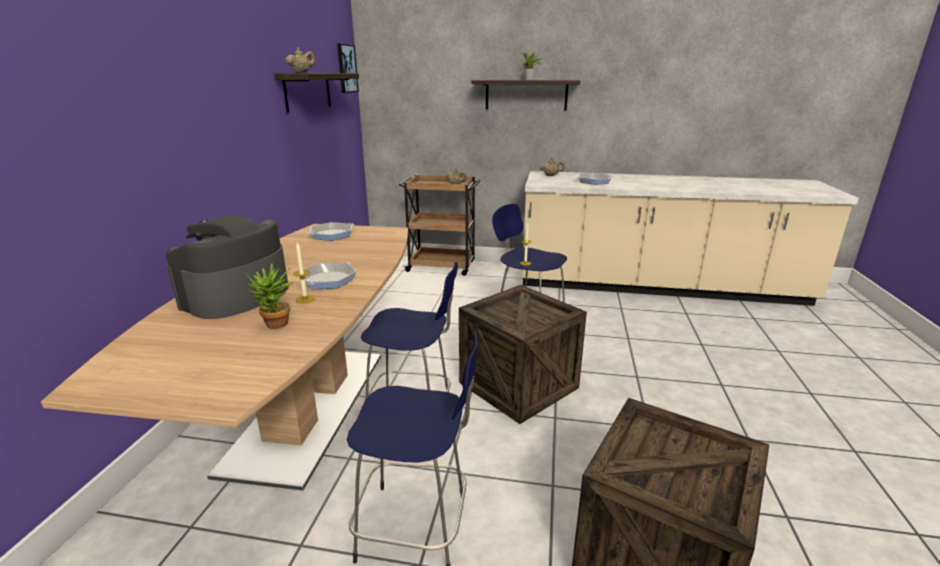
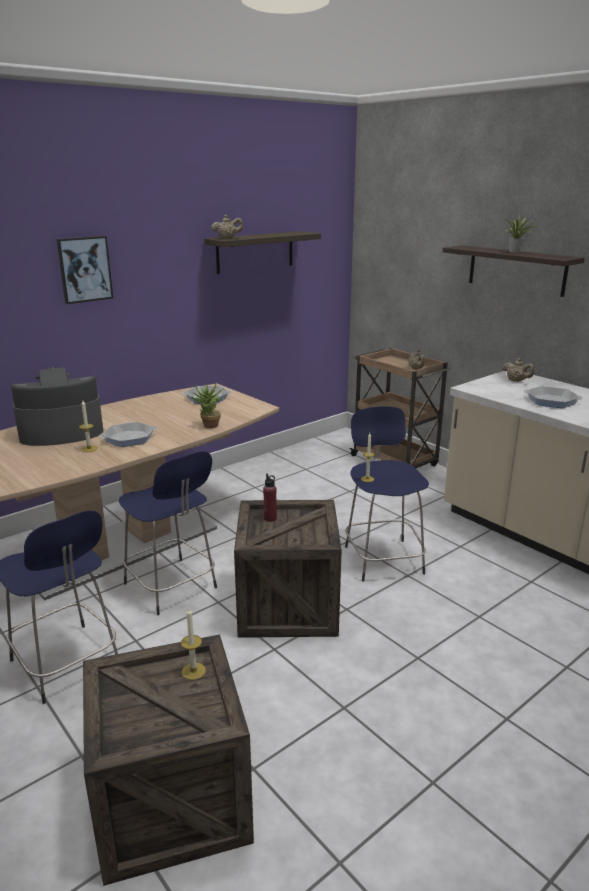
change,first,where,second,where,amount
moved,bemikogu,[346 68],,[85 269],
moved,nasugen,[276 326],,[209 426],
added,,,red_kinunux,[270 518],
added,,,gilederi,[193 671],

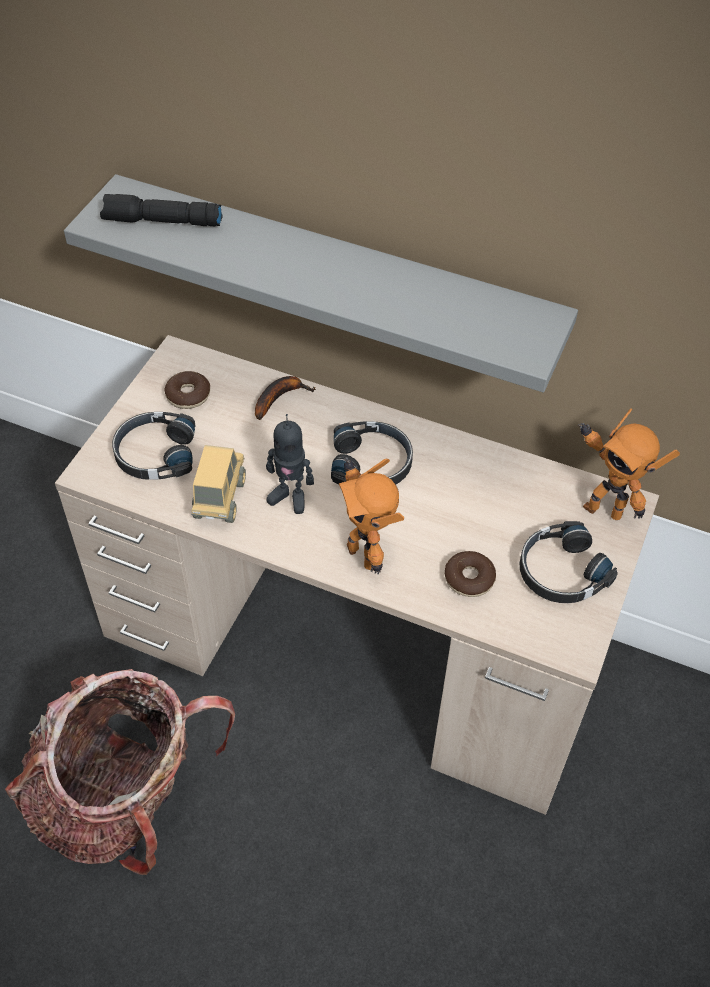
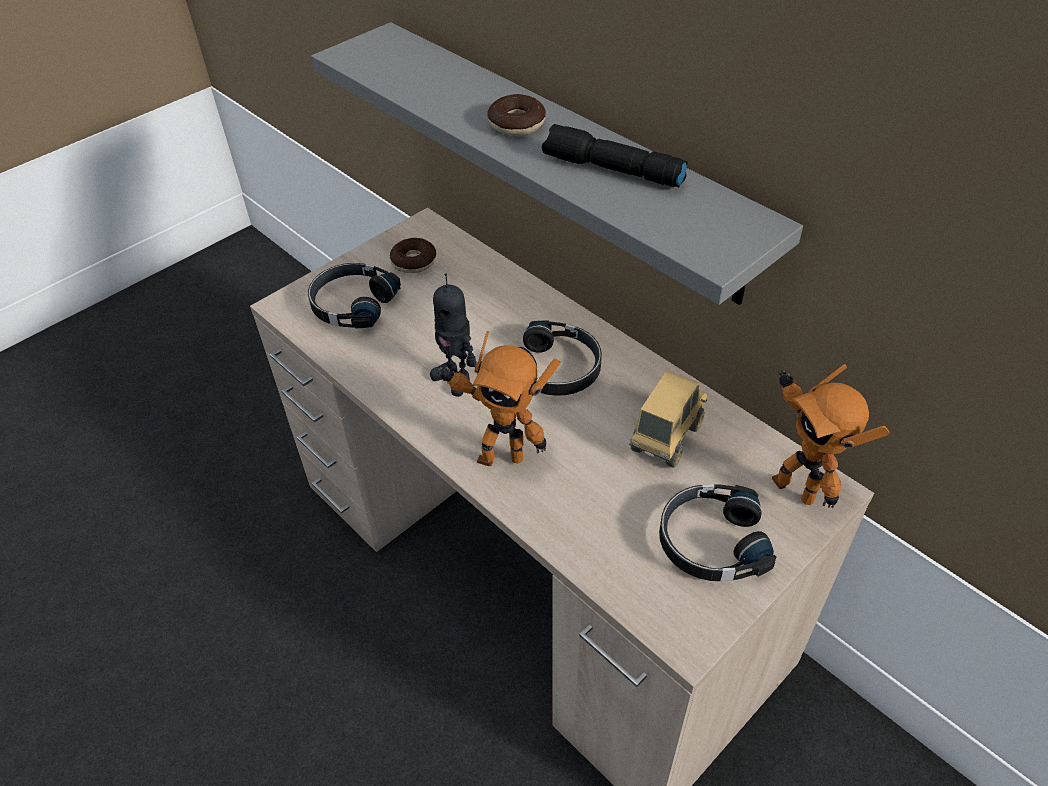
change,first,where,second,where,amount
moved,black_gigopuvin,[161 222],,[611 170],
removed,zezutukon,[279 398],,,
moved,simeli,[220 499],,[666 438],
turned,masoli,[365 554],,[500 455],75 degrees counterclockwise
moved,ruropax,[469 579],,[516 124],
removed,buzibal,[125 800],,,

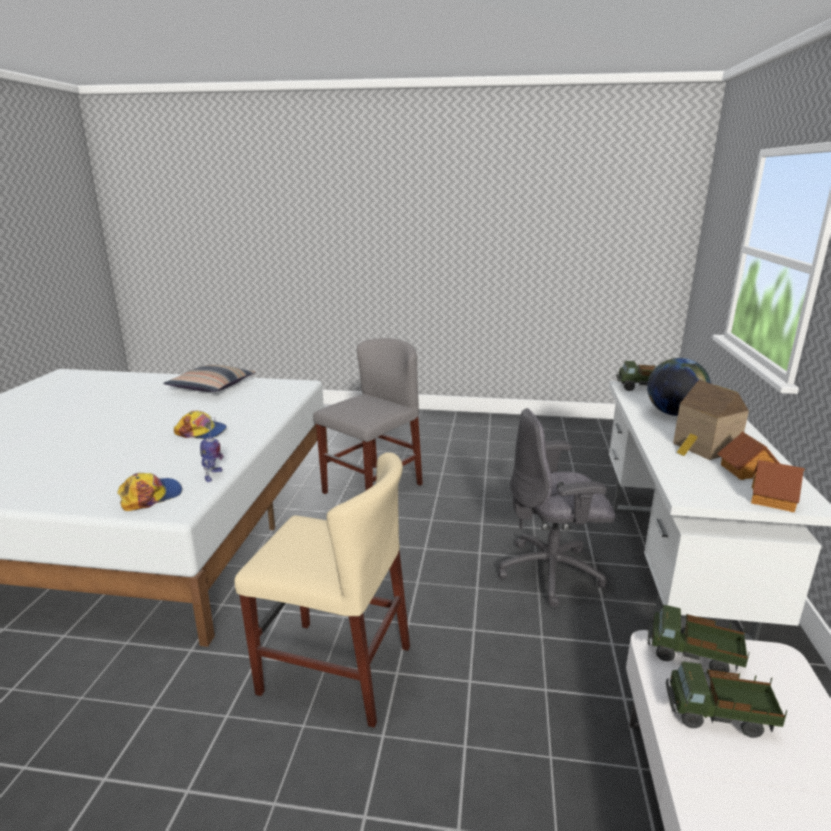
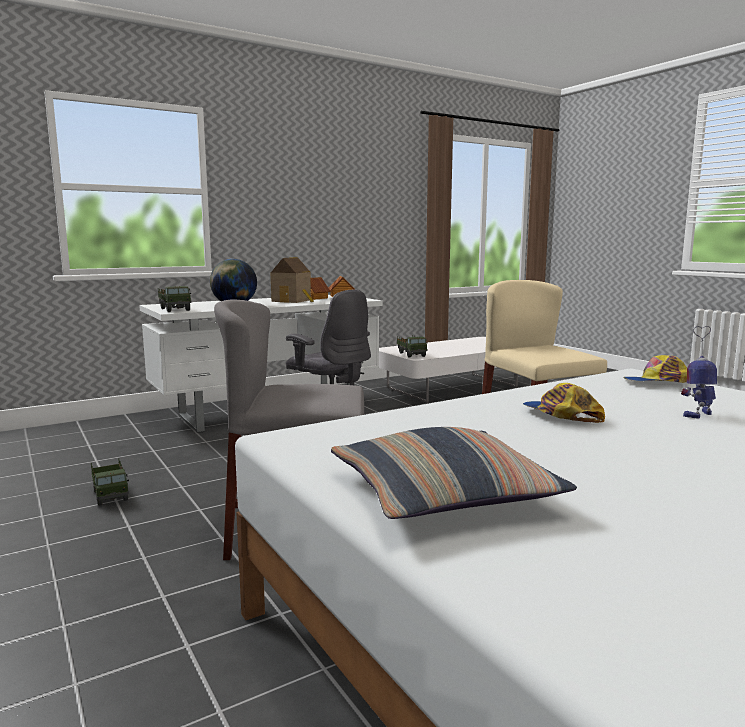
change,first,where,second,where,amount
moved,masoli,[213 475],,[698 414],
moved,simeli,[719 717],,[111 494],

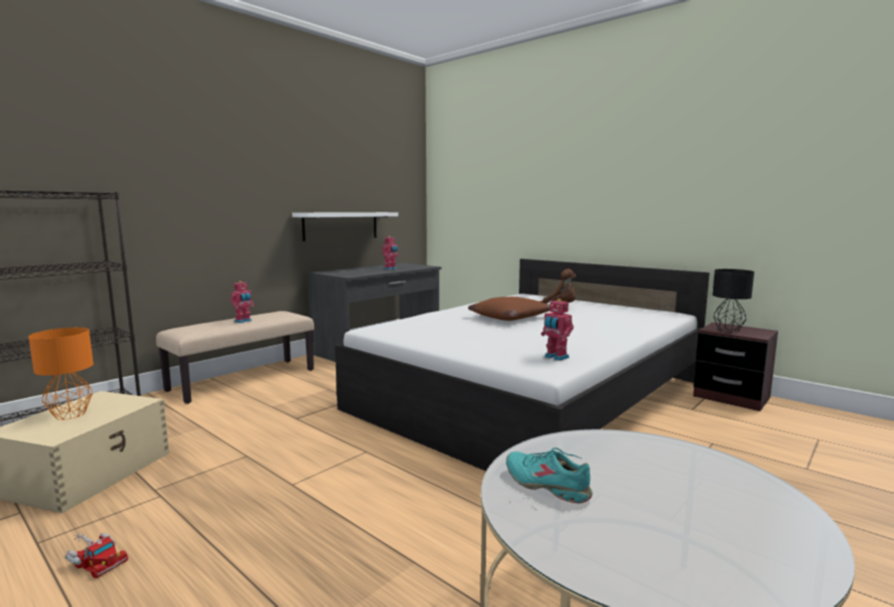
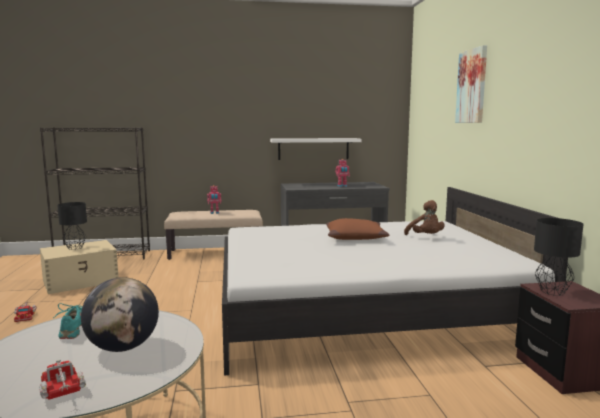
change,first,where,second,where,amount
removed,masoli,[555 357],,,
recoloured,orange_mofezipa,[69 415],black_mofezipa,[74 248],
added,,,bemikogu,[472 86],
added,,,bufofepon,[123 347],
added,,,simeli,[62 391],

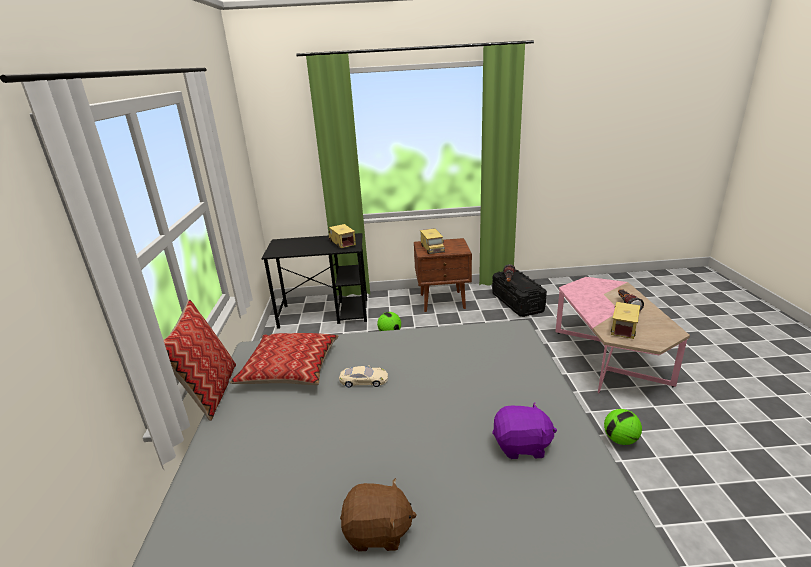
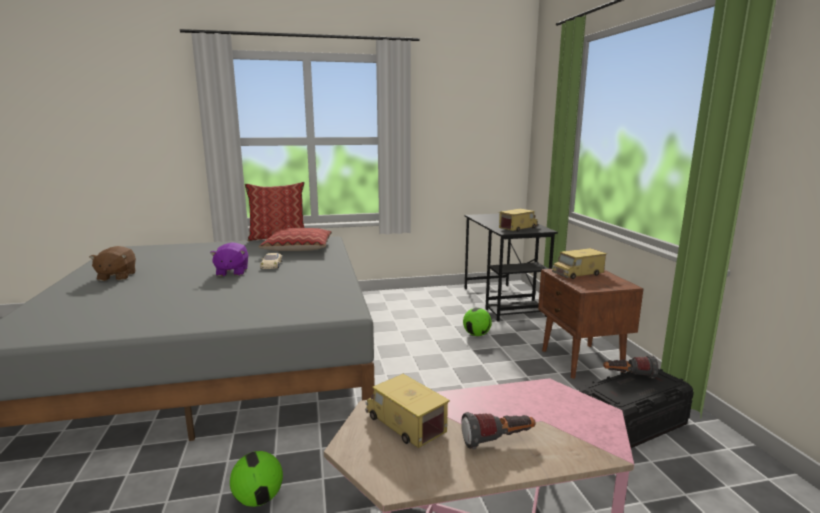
change,first,where,second,where,amount
turned,simeli,[623 327],,[405 424],150 degrees counterclockwise
moved,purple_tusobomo,[522 446],,[232 272],

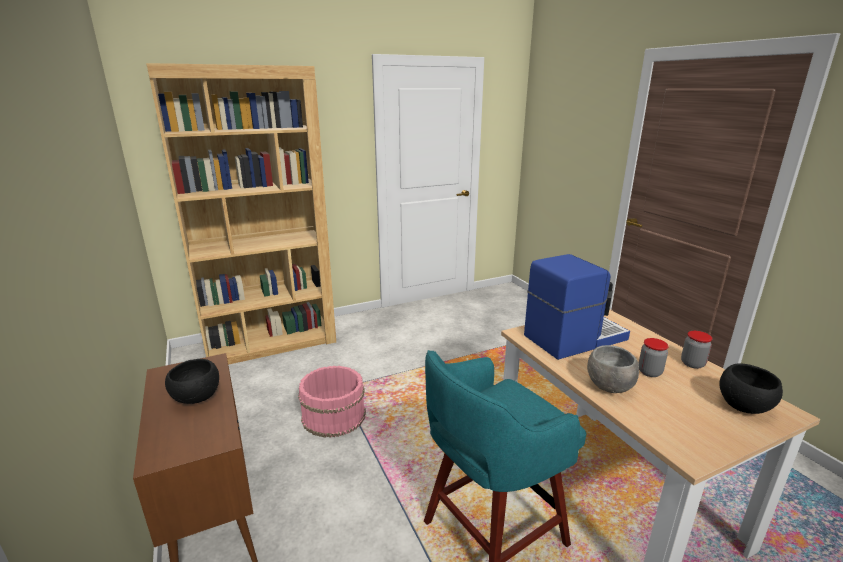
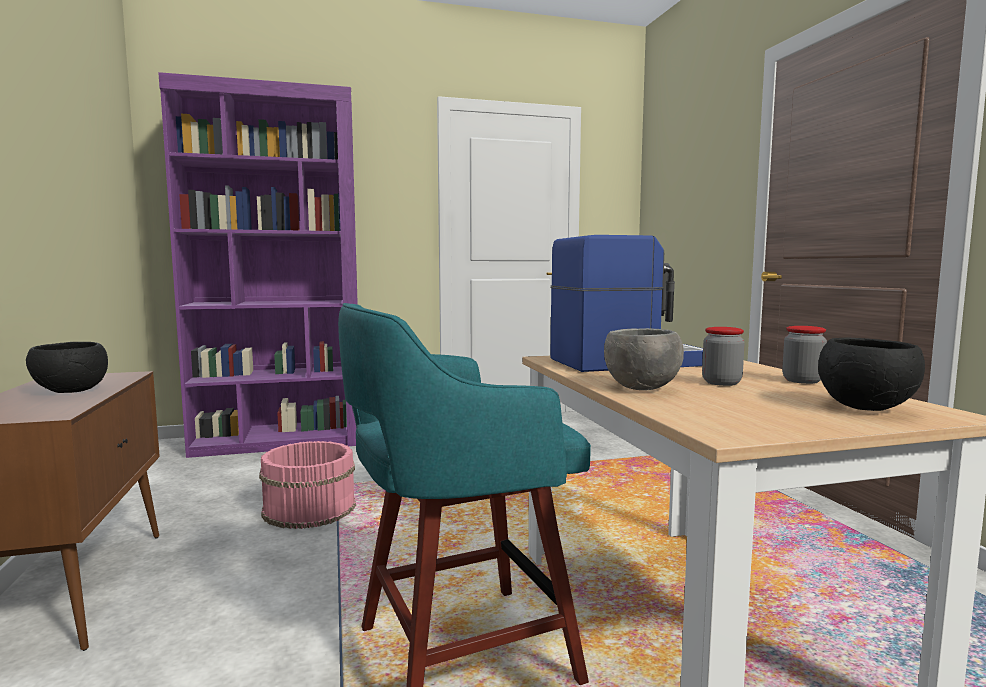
change,first,where,second,where,amount
recoloured,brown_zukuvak,[272 342],purple_zukuvak,[280 441],

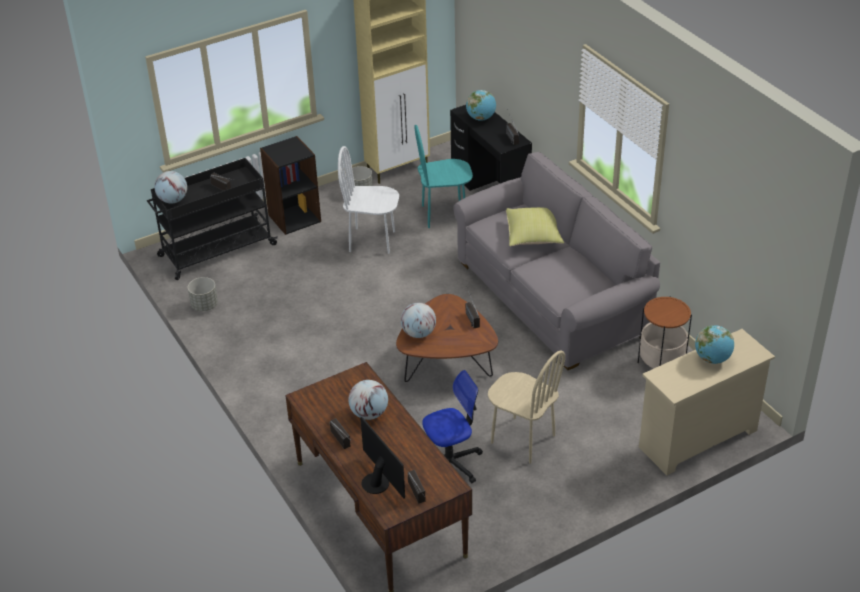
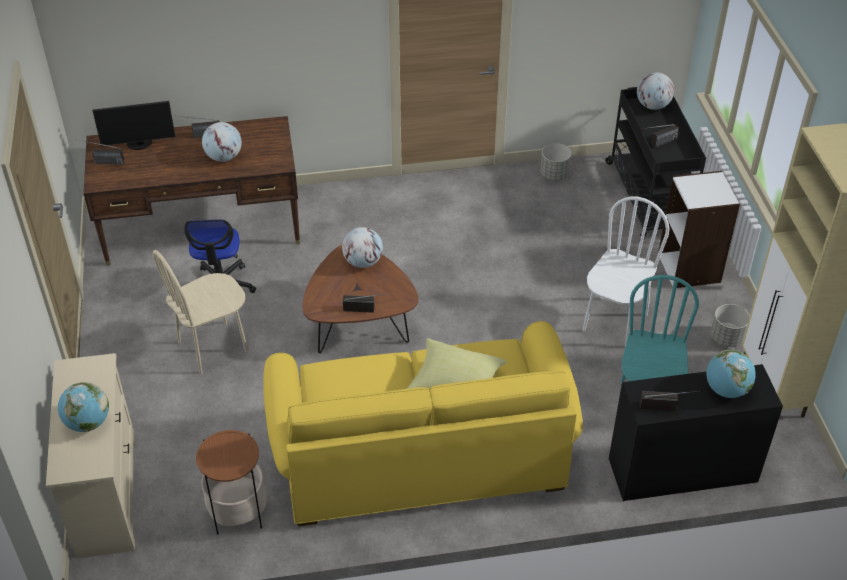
change,first,where,second,where,amount
recoloured,black_zukuvak,[294 218],white_zukuvak,[689 268],
recoloured,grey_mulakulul,[551 298],yellow_mulakulul,[421 454],

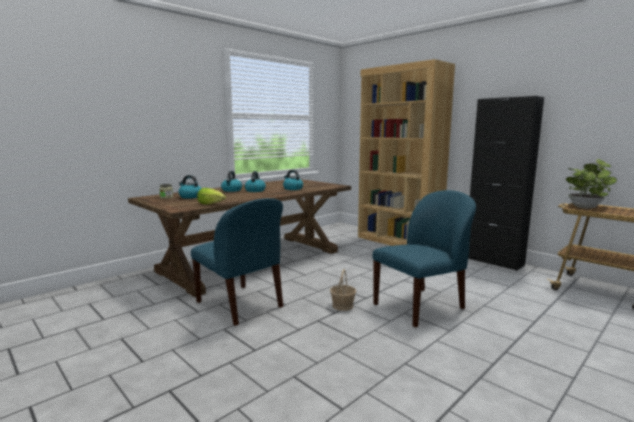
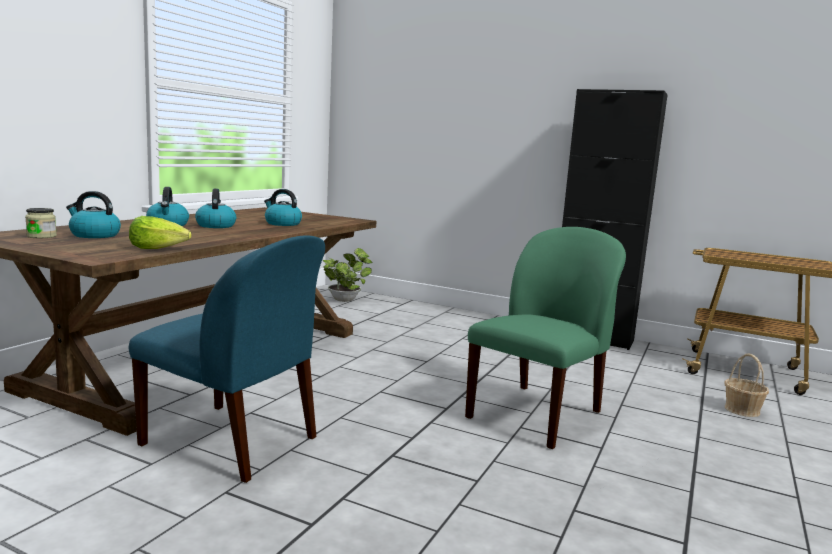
change,first,where,second,where,amount
removed,brown_zukuvak,[398 242],,,
moved,nasugen,[585 207],,[346 299],
recoloured,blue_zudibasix,[420 306],green_zudibasix,[537 414],
moved,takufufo,[343 306],,[742 410],

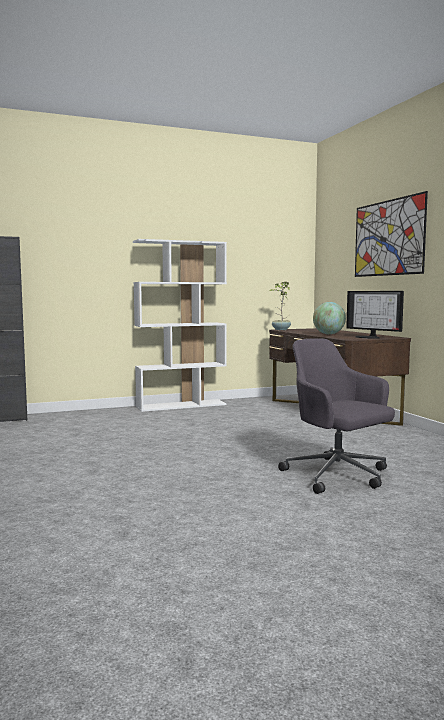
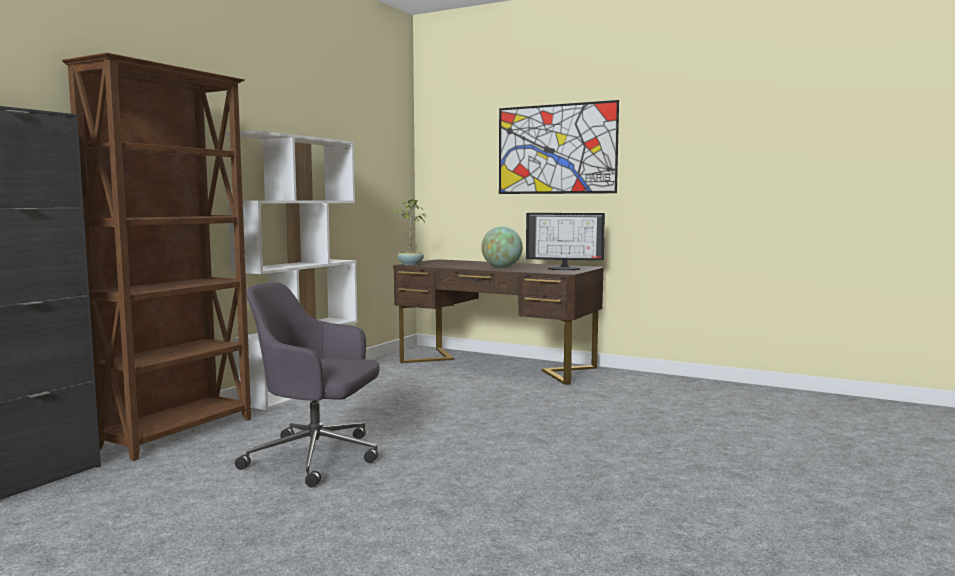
change,first,where,second,where,amount
moved,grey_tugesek,[337 475],,[317 458],
added,,,brown_zukuvak,[179 433],

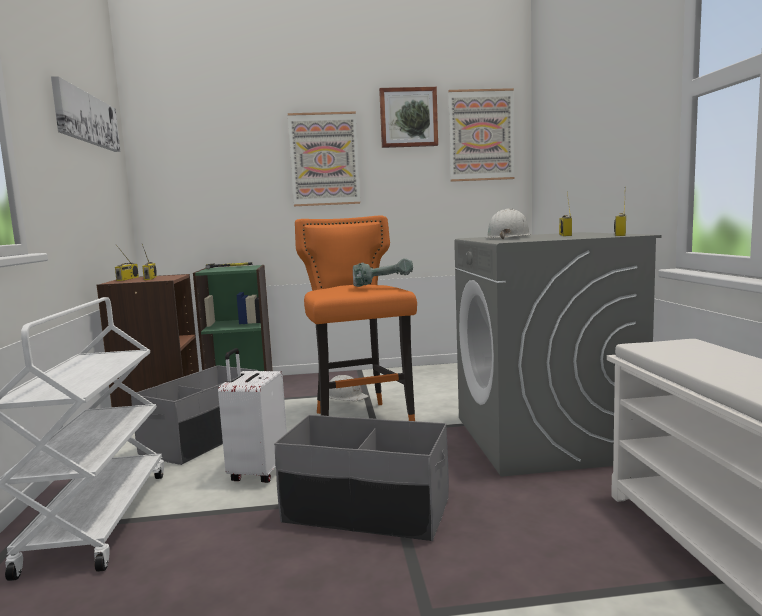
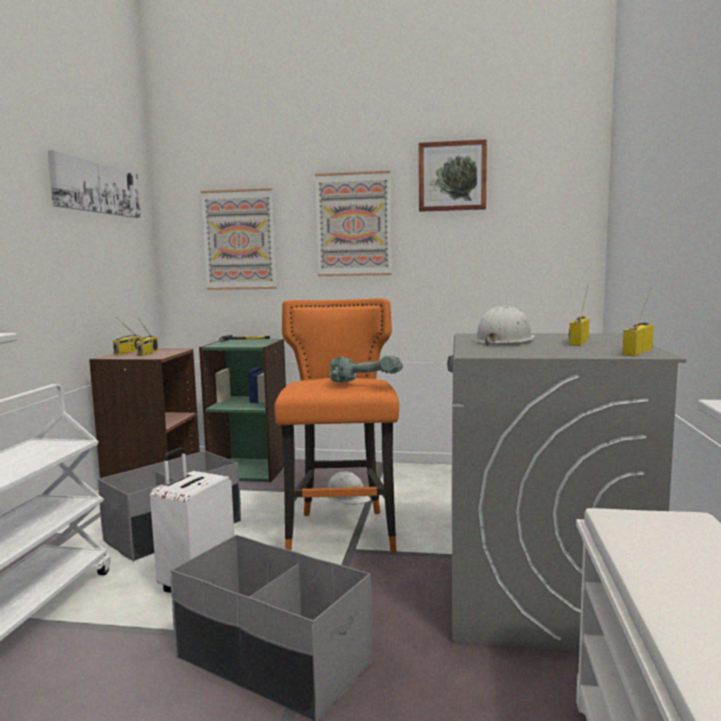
change,first,where,second,where,amount
moved,bemikogu,[481 135],,[239 240],

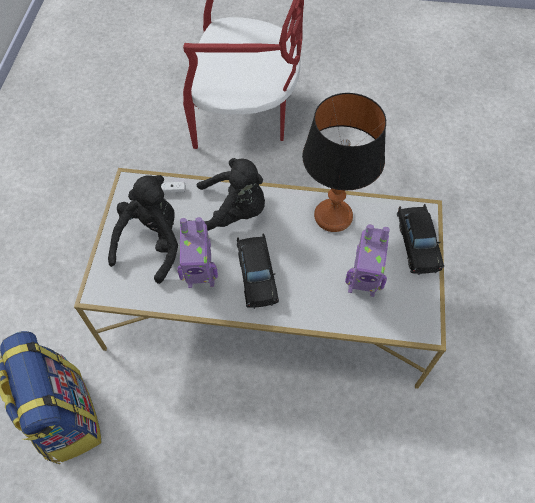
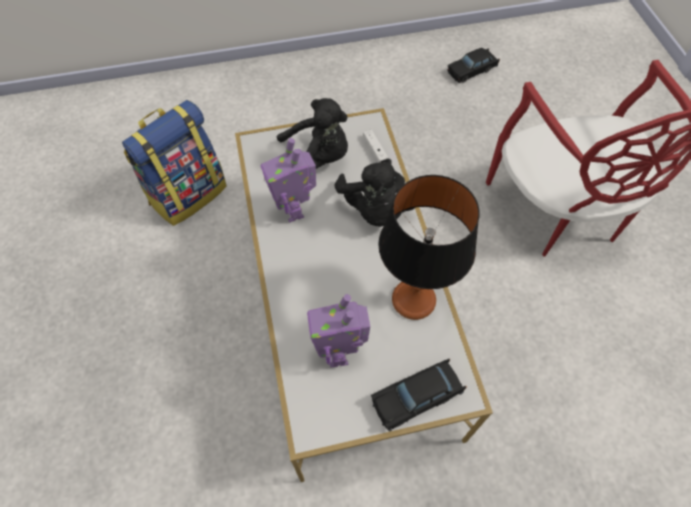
change,first,where,second,where,amount
moved,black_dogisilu,[257 275],,[472 70],

